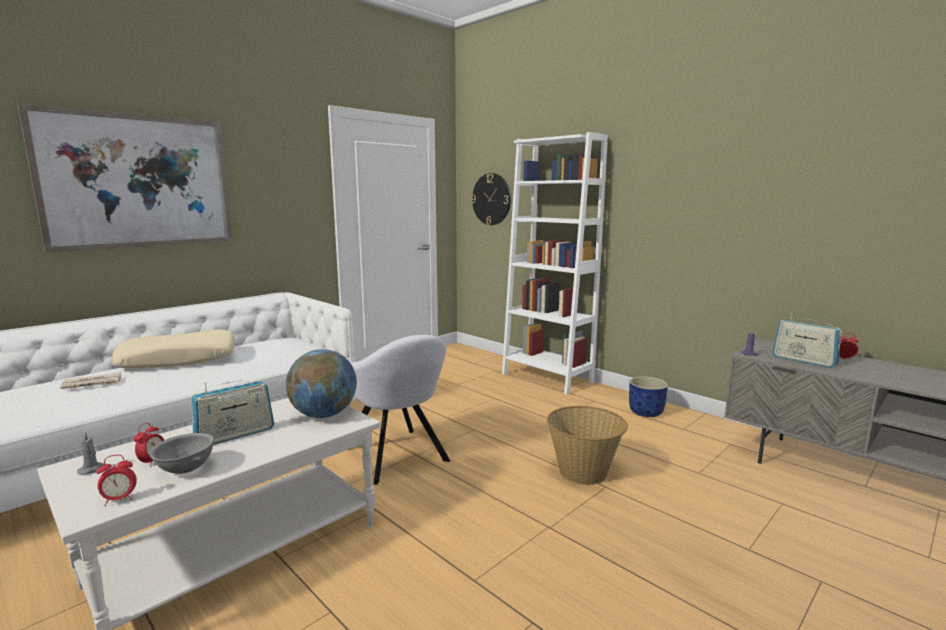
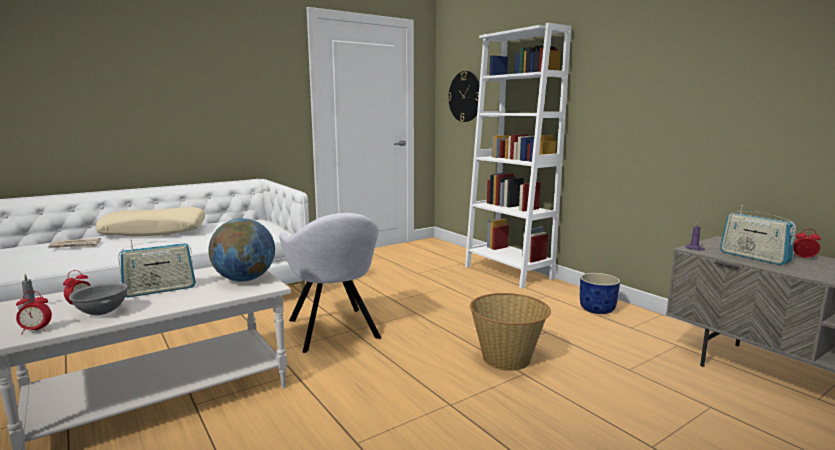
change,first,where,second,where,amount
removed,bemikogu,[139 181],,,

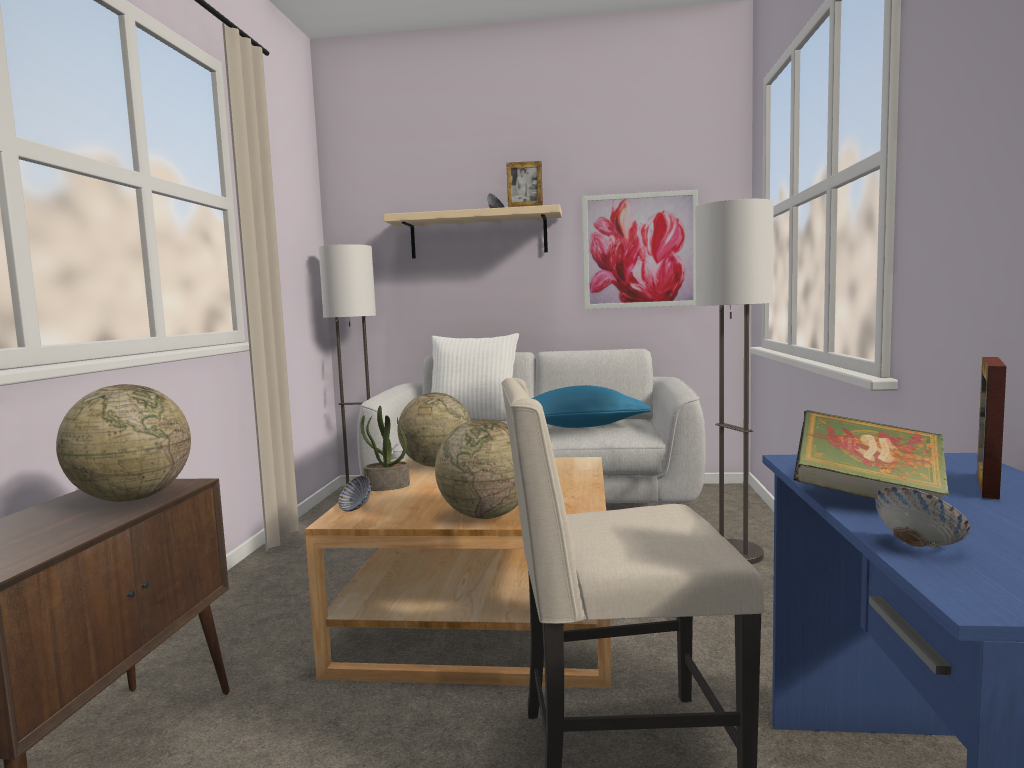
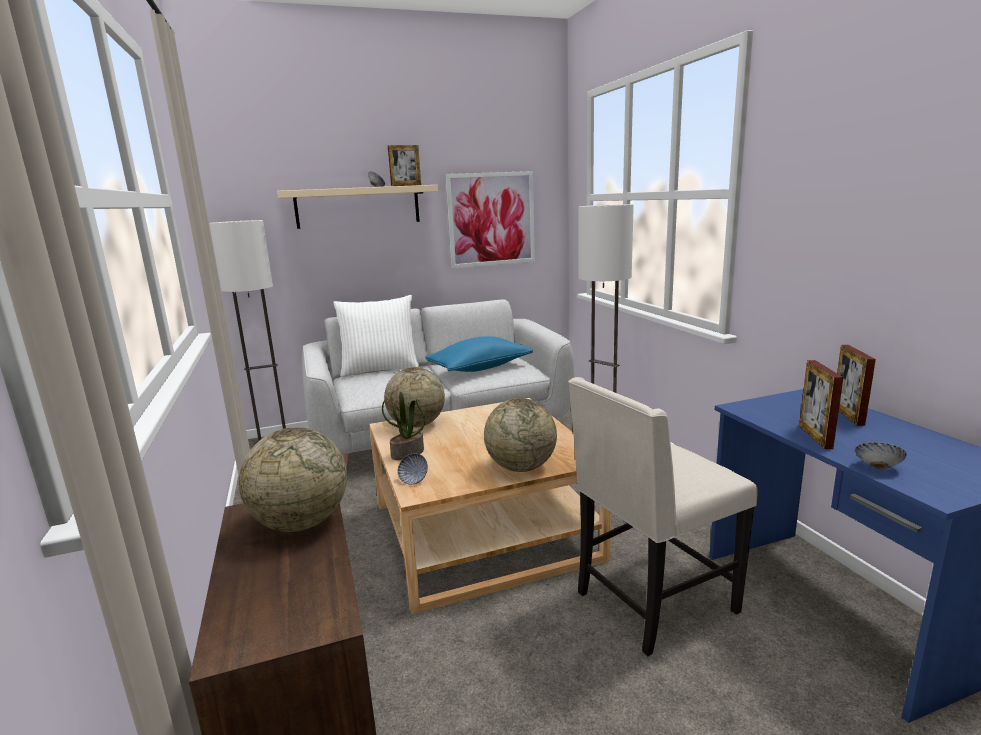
change,first,where,second,where,amount
replaced,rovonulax,[867 500],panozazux,[815 437],

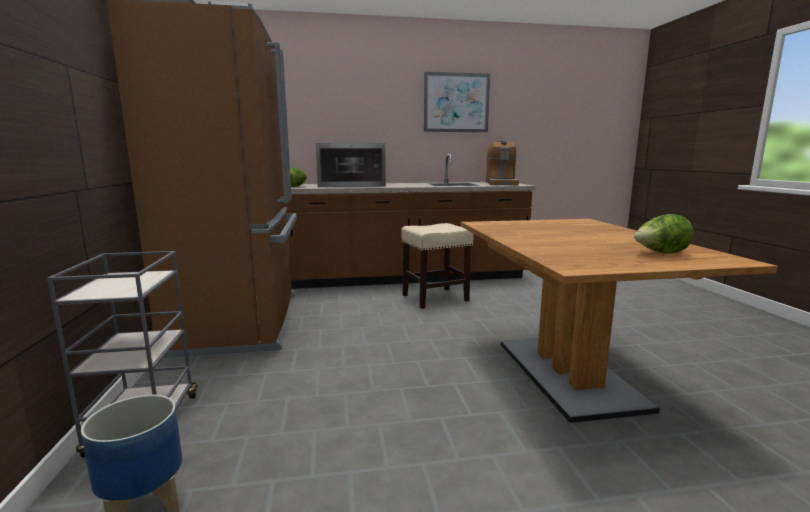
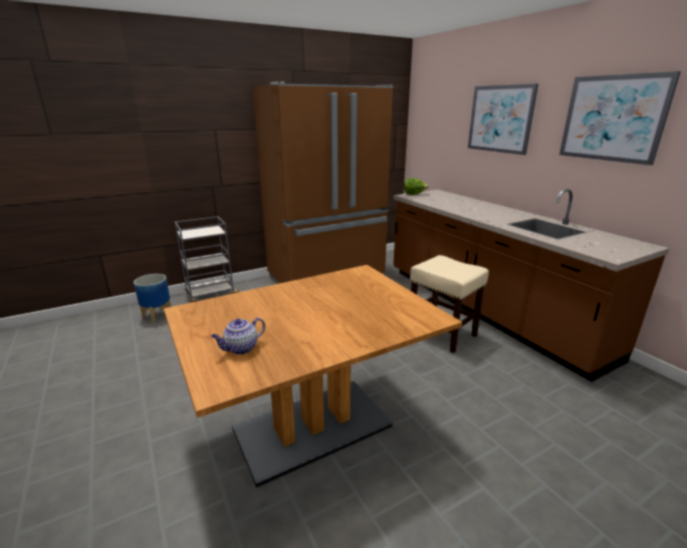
change,first,where,second,where,amount
removed,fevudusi,[501 183],,,
removed,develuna,[351 185],,,
replaced,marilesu,[660 253],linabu,[240 348],
added,,,bemikogu,[500 119],

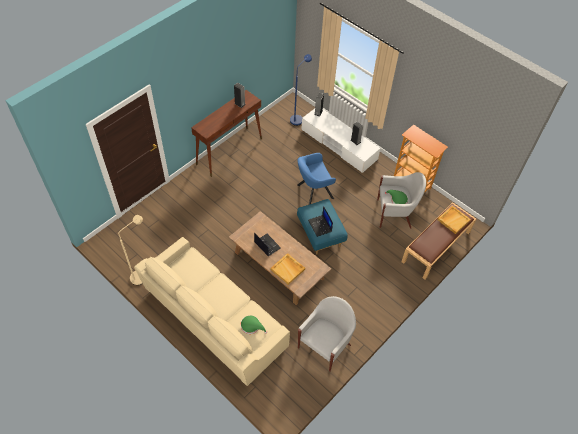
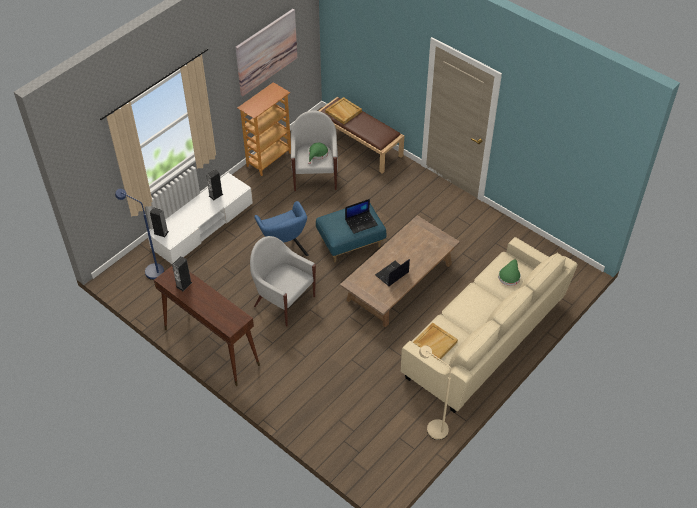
change,first,where,second,where,amount
moved,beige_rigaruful,[288 269],,[435 343],
moved,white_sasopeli,[325 345],,[283 300],
added,,,bemikogu,[266 52],

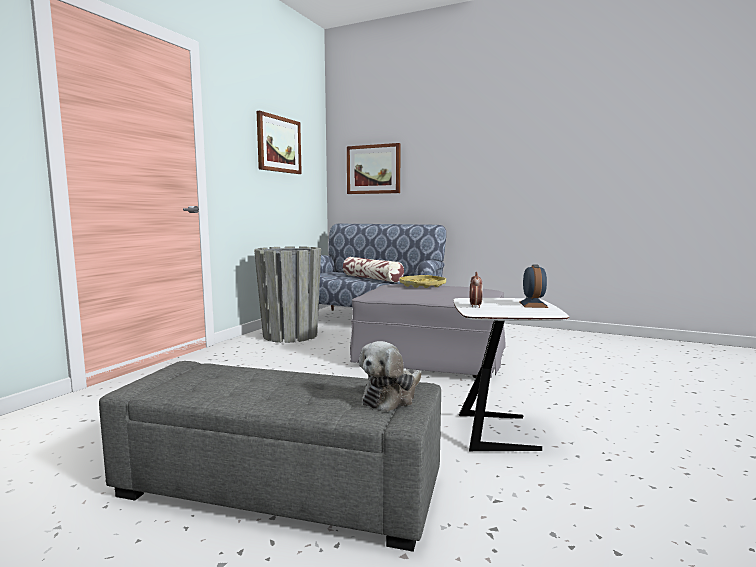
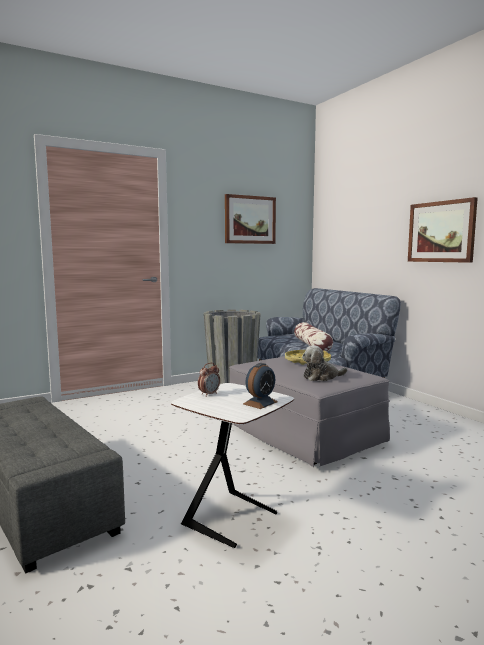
change,first,where,second,where,amount
moved,bemikogu,[373 169],,[441 232],
moved,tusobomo,[391 397],,[321 377],

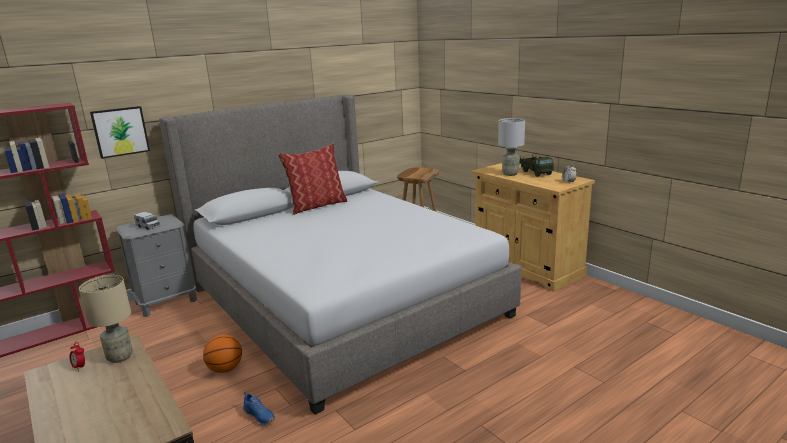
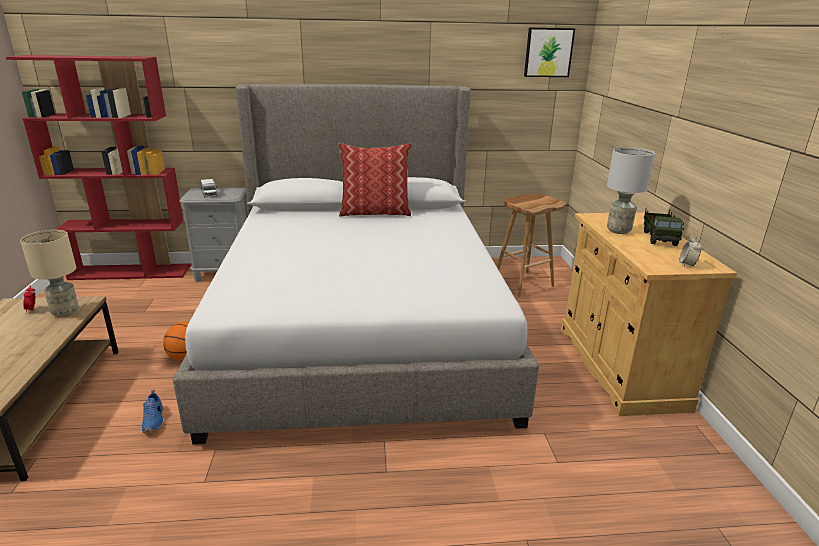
change,first,where,second,where,amount
moved,bemikogu,[120 131],,[548 52],

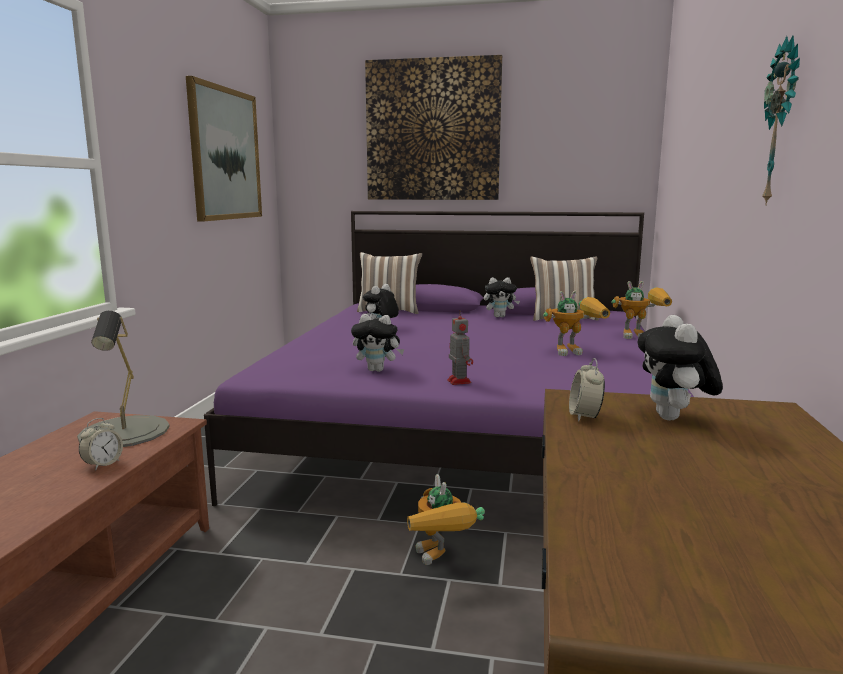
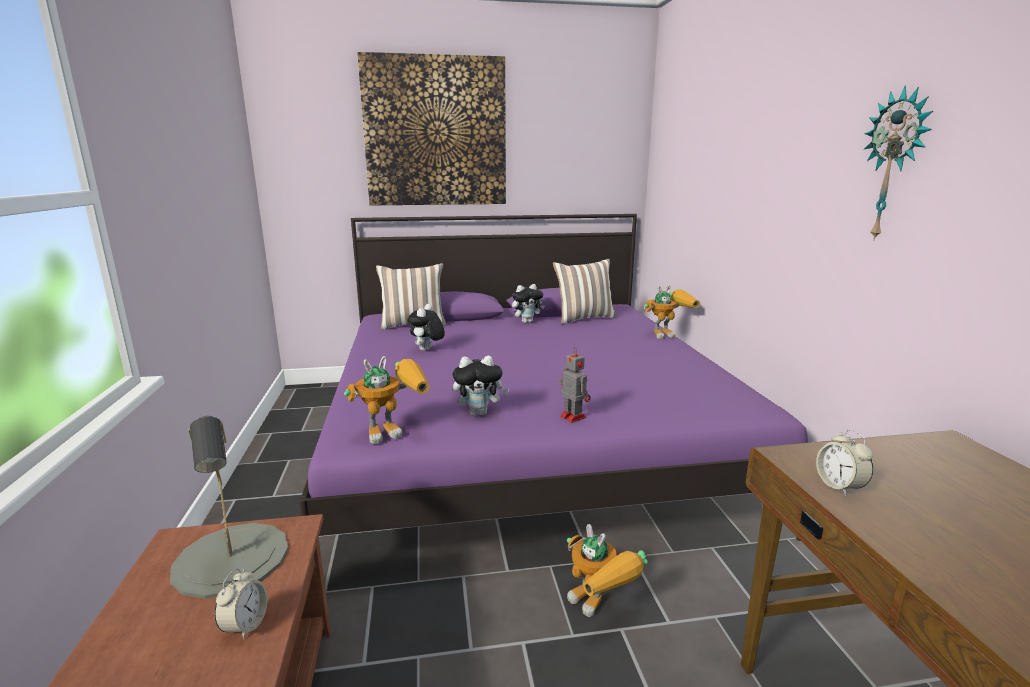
change,first,where,second,where,amount
removed,bemikogu,[225 154],,,
moved,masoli,[575 351],,[395 430],
removed,tusobomo,[674 418],,,

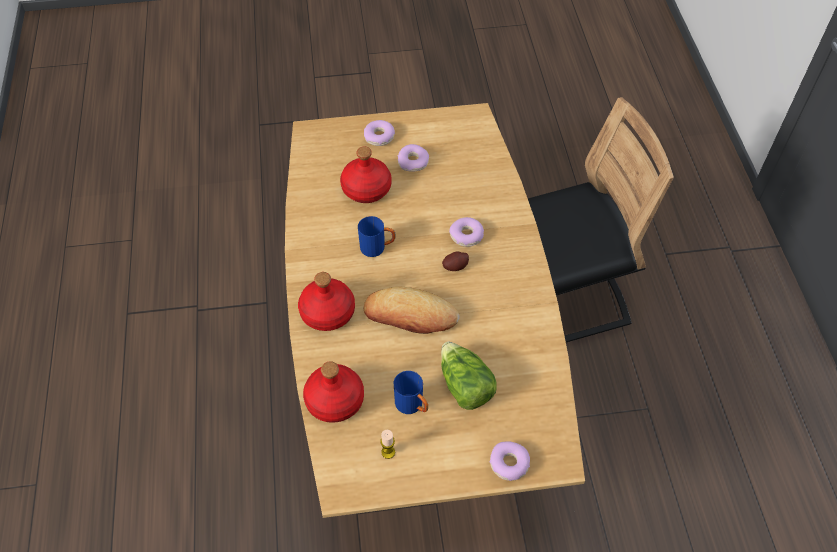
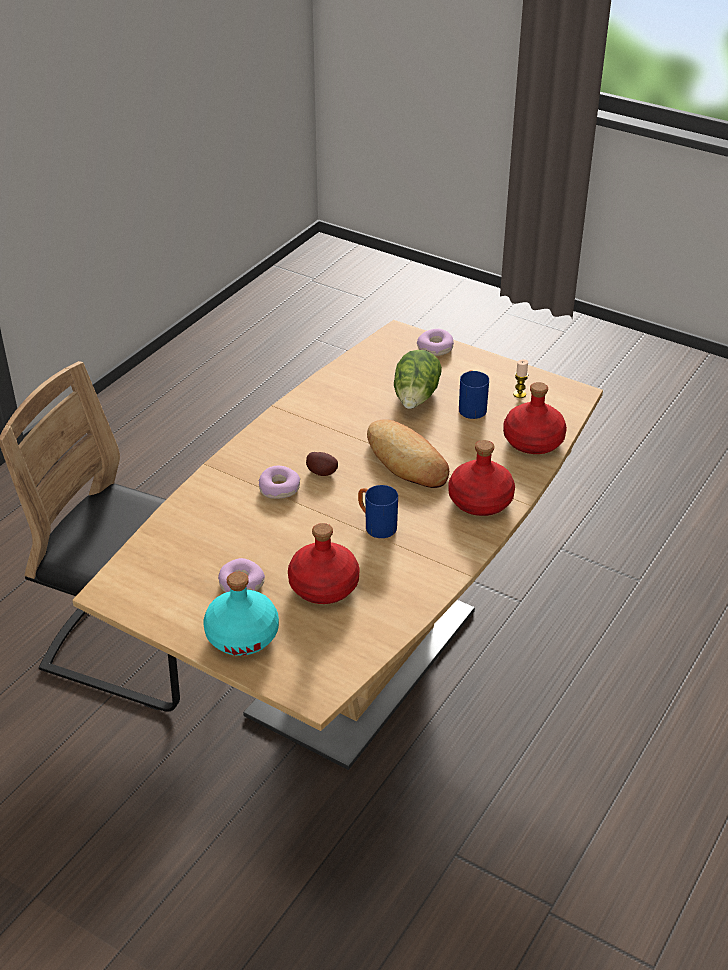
change,first,where,second,where,amount
replaced,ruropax,[379 137],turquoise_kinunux,[242 635],

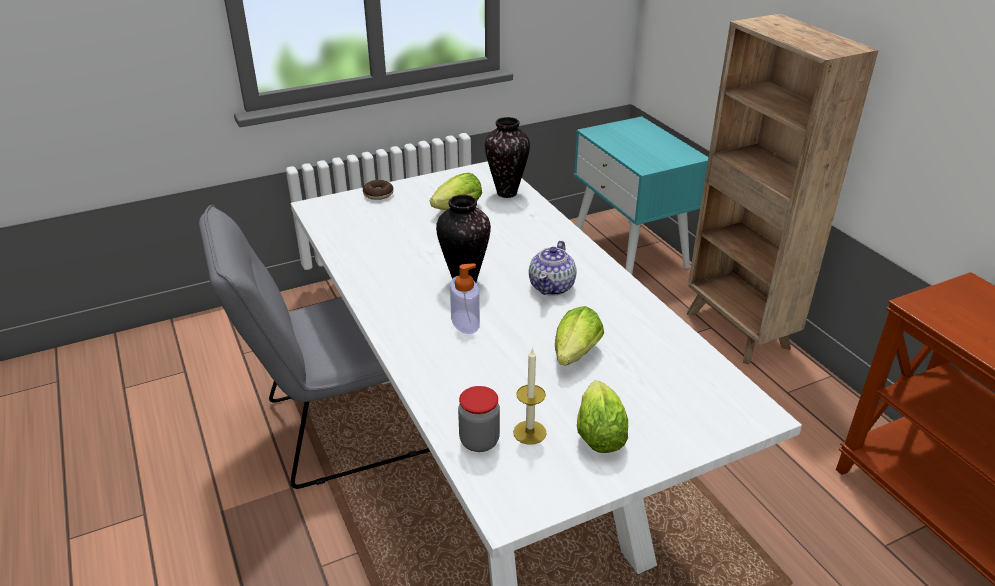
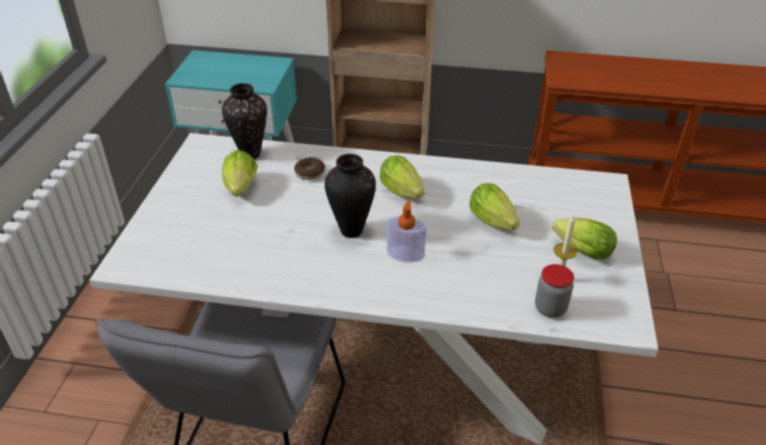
change,first,where,second,where,amount
moved,ruropax,[378 194],,[310 173],
replaced,linabu,[552 286],marilesu,[404 193],

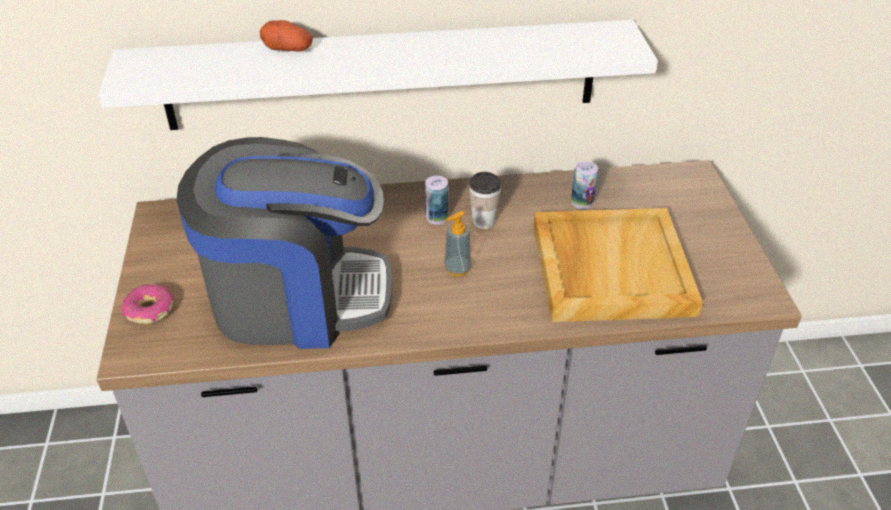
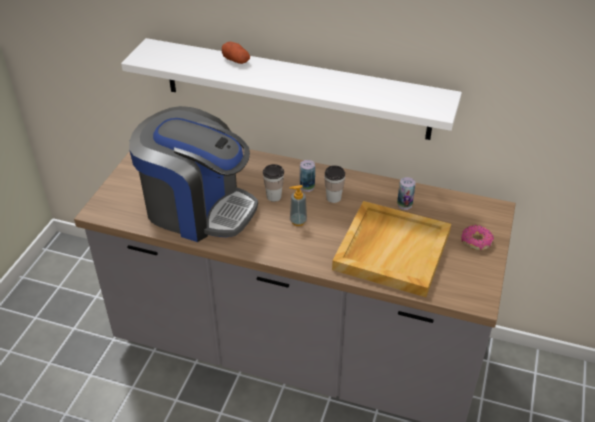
change,first,where,second,where,amount
moved,ruropax,[150 310],,[476 242],
added,,,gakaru,[274 196],

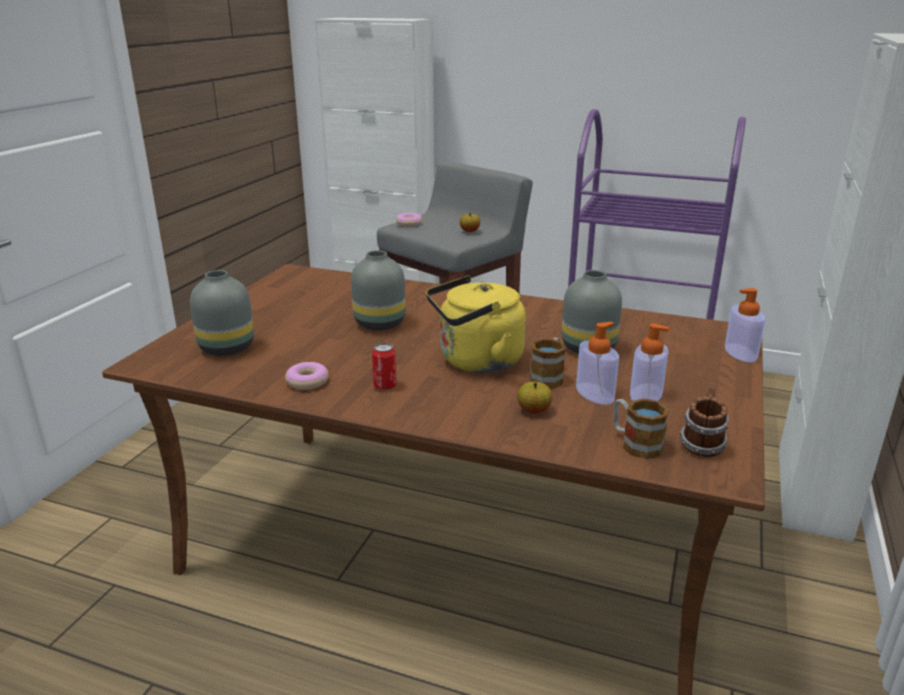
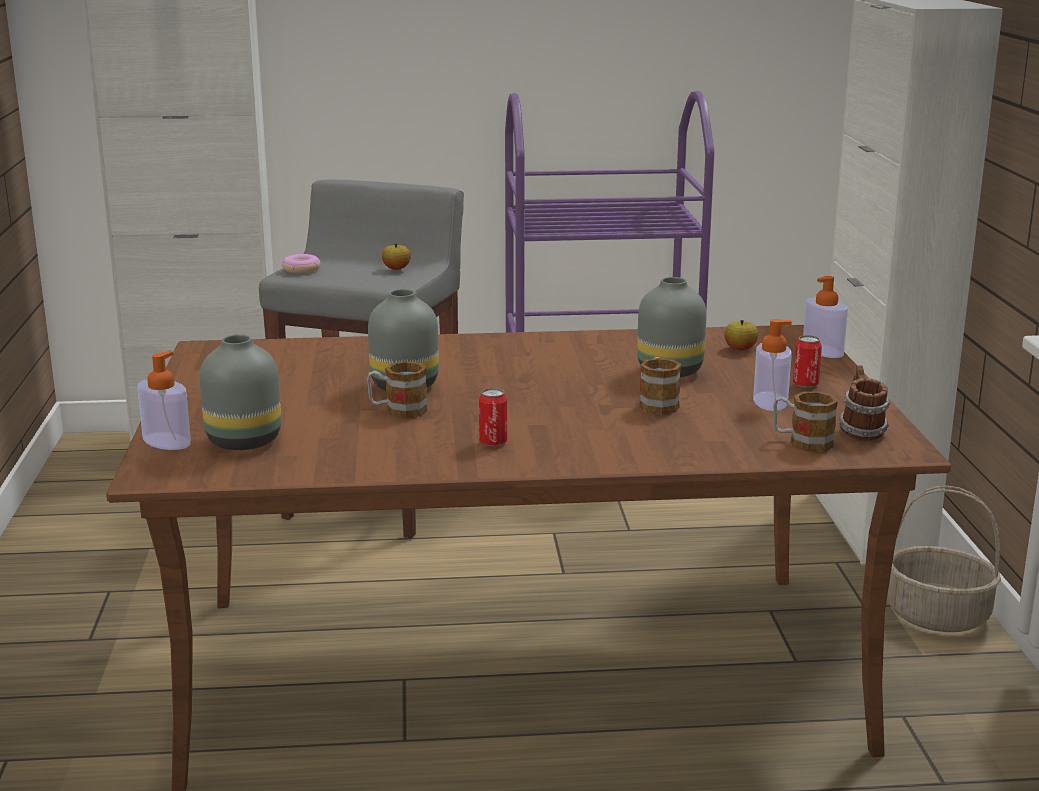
change,first,where,second,where,amount
removed,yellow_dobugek,[476 361],,,
moved,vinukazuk,[595 394],,[166 441],
removed,ruropax,[307 382],,,
moved,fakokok,[534 410],,[740 349],
added,,,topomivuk,[805 384],
added,,,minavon,[397 411],
added,,,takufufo,[938 615],

